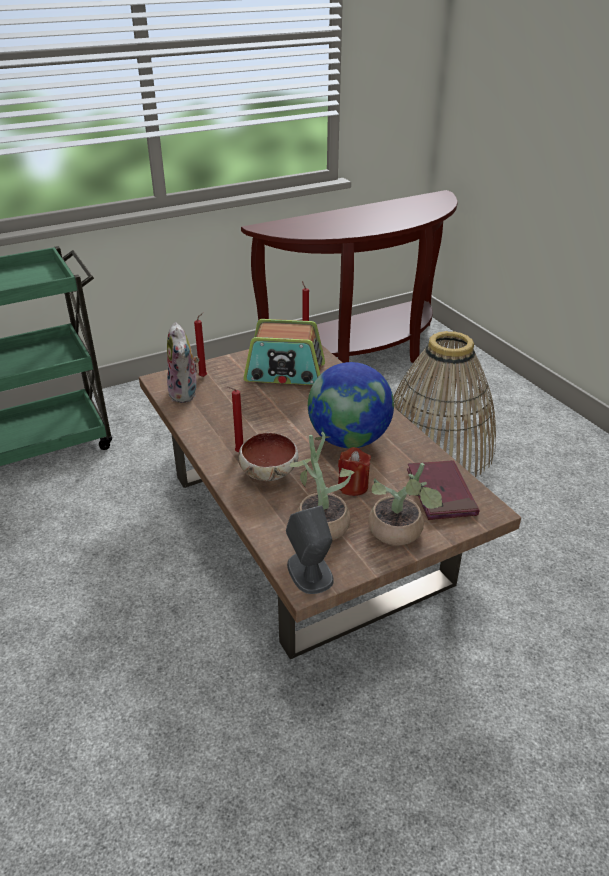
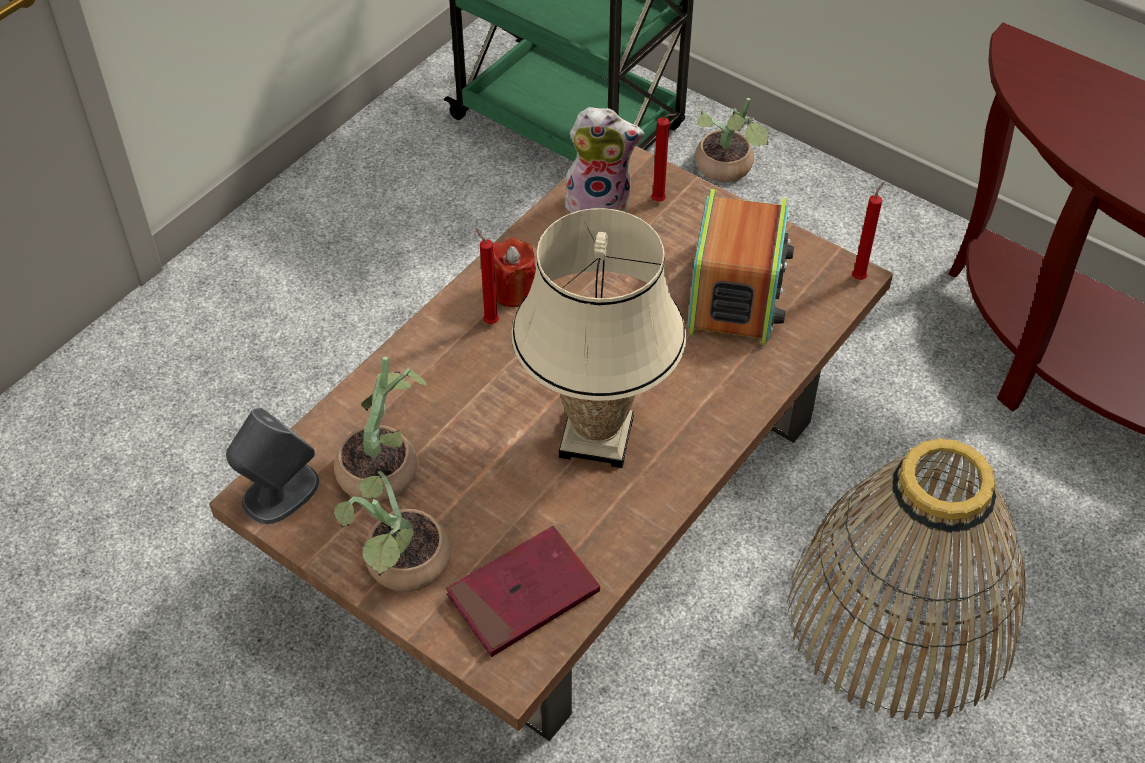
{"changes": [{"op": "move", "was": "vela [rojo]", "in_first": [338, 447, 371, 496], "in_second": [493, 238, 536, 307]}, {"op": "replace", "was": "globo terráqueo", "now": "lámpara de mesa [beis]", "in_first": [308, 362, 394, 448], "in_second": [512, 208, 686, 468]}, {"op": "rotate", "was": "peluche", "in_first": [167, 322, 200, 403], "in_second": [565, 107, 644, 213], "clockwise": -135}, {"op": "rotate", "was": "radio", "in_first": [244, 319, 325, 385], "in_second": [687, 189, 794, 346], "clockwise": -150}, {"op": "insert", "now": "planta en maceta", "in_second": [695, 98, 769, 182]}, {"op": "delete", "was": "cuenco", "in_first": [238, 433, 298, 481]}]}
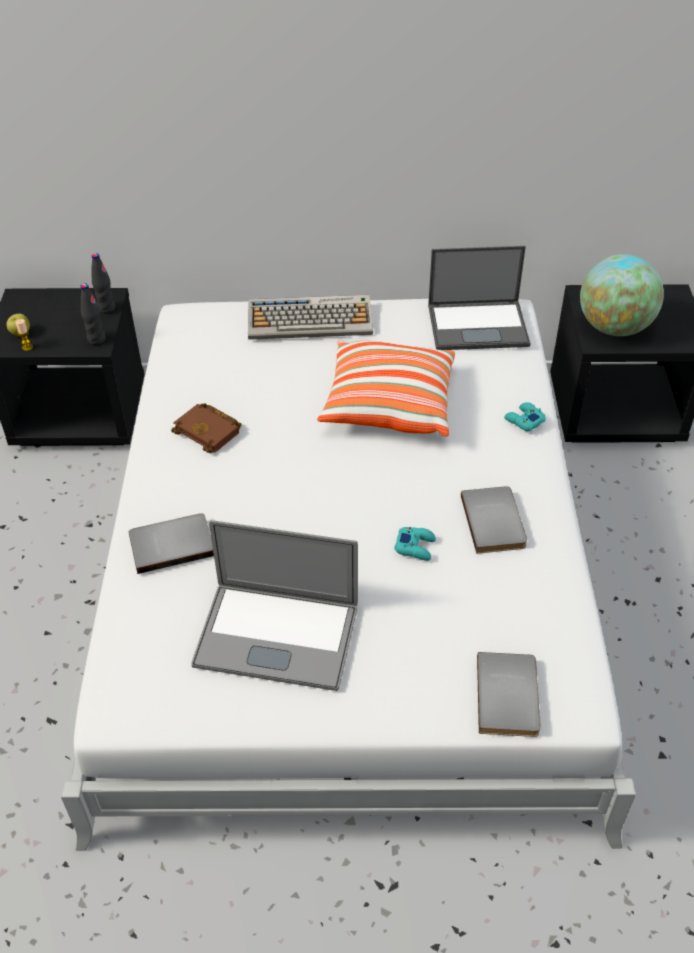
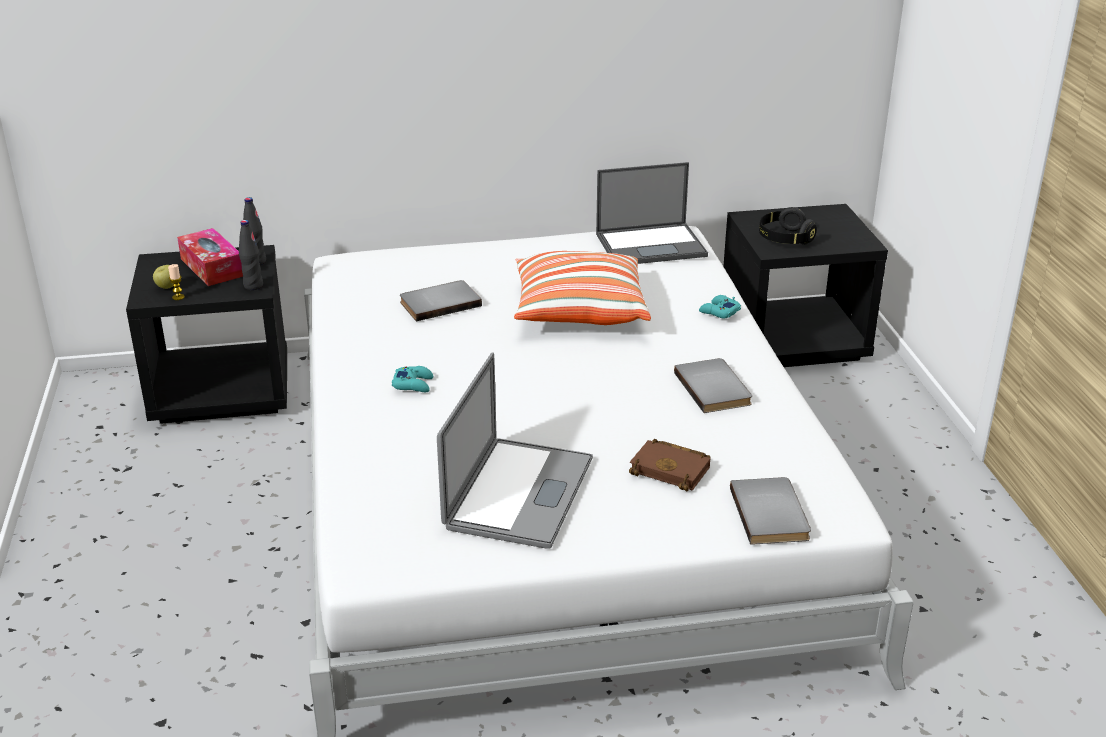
{"changes": [{"op": "insert", "now": "caja de pañuelos", "in_second": [177, 228, 243, 286]}, {"op": "move", "was": "mando de consola [turquesa]", "in_first": [394, 527, 436, 561], "in_second": [392, 366, 433, 392]}, {"op": "move", "was": "libro [gris]", "in_first": [129, 513, 214, 574], "in_second": [400, 280, 482, 321]}, {"op": "rotate", "was": "portátil", "in_first": [191, 520, 358, 691], "in_second": [437, 352, 593, 549], "clockwise": -75}, {"op": "move", "was": "libro [marrón]", "in_first": [171, 403, 241, 453], "in_second": [629, 439, 710, 491]}, {"op": "replace", "was": "globo terráqueo", "now": "auriculares [negro]", "in_first": [580, 254, 664, 336], "in_second": [759, 207, 817, 245]}, {"op": "delete", "was": "teclado", "in_first": [248, 295, 373, 340]}]}
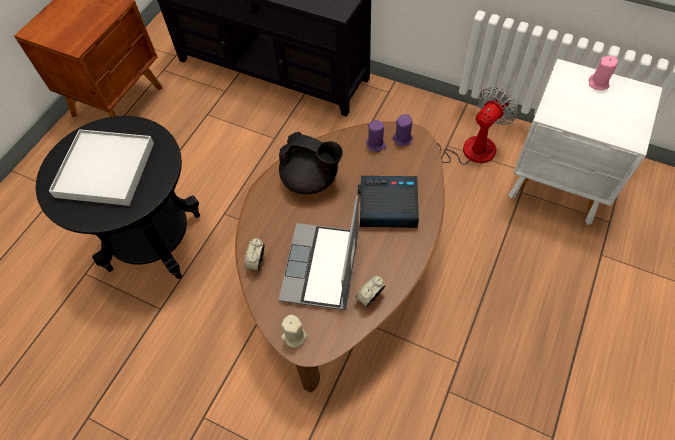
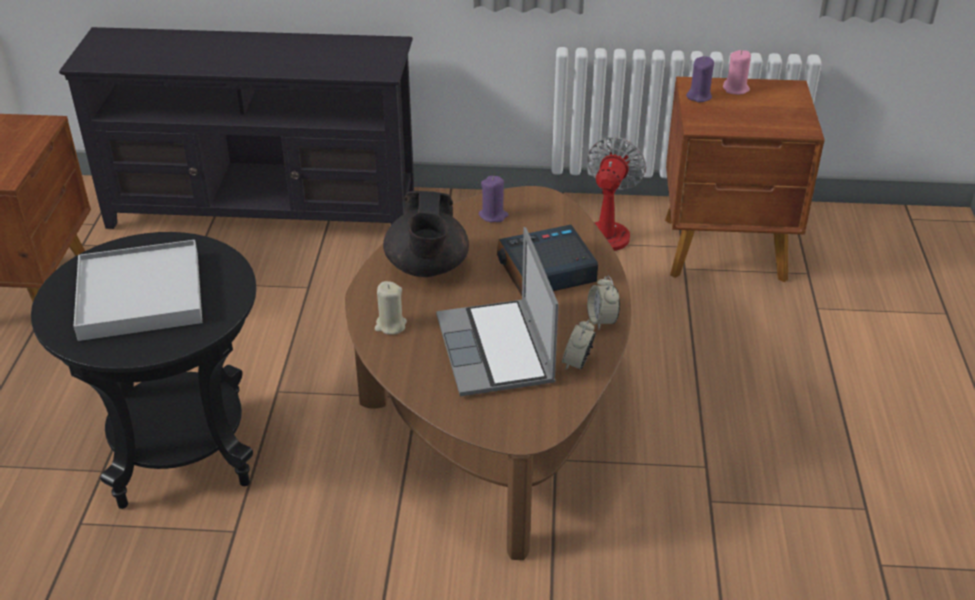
{"changes": [{"op": "move", "was": "vela [beis]", "in_first": [281, 315, 307, 348], "in_second": [375, 281, 407, 335]}, {"op": "rotate", "was": "tetera [negro]", "in_first": [279, 132, 343, 194], "in_second": [383, 191, 469, 277], "clockwise": 90}, {"op": "move", "was": "despertador", "in_first": [244, 238, 265, 271], "in_second": [587, 276, 620, 330]}, {"op": "recolor", "was": "mesita de noche [blanco]", "now": "mesita de noche [marrón]", "in_first": [509, 59, 662, 225], "in_second": [665, 77, 825, 282]}, {"op": "move", "was": "vela [morado]", "in_first": [393, 114, 413, 146], "in_second": [686, 56, 714, 102]}]}
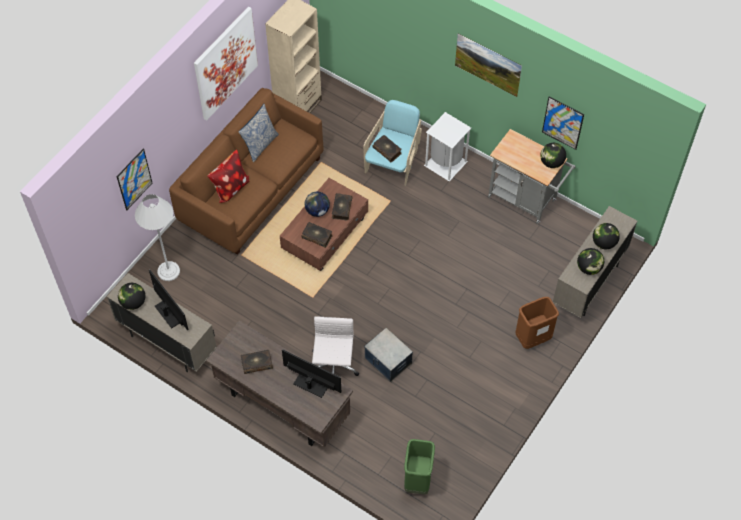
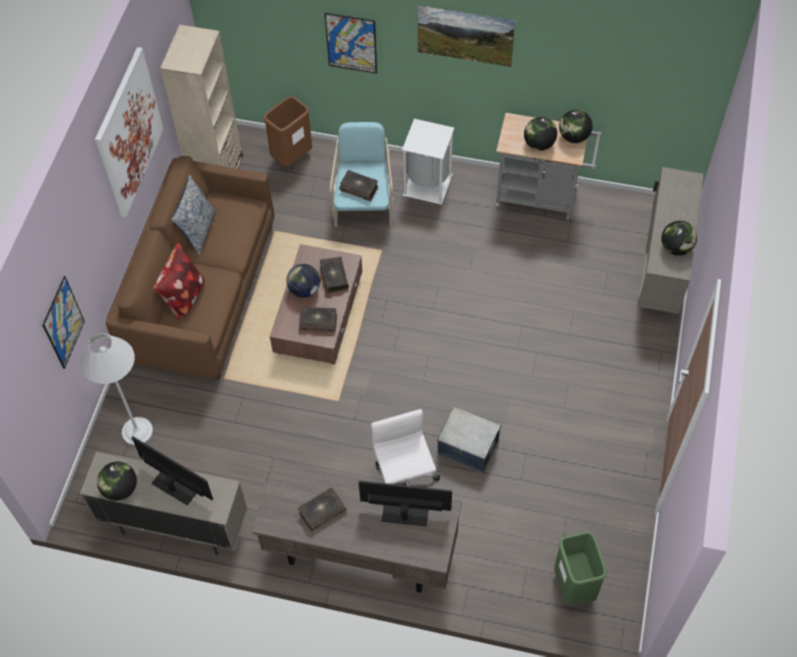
{"changes": [{"op": "move", "was": "papelera [marrón]", "in_first": [516, 297, 559, 349], "in_second": [263, 96, 312, 167]}, {"op": "move", "was": "cuadro", "in_first": [542, 97, 584, 150], "in_second": [325, 13, 377, 74]}, {"op": "move", "was": "globo terráqueo", "in_first": [593, 223, 620, 249], "in_second": [524, 117, 557, 151]}]}
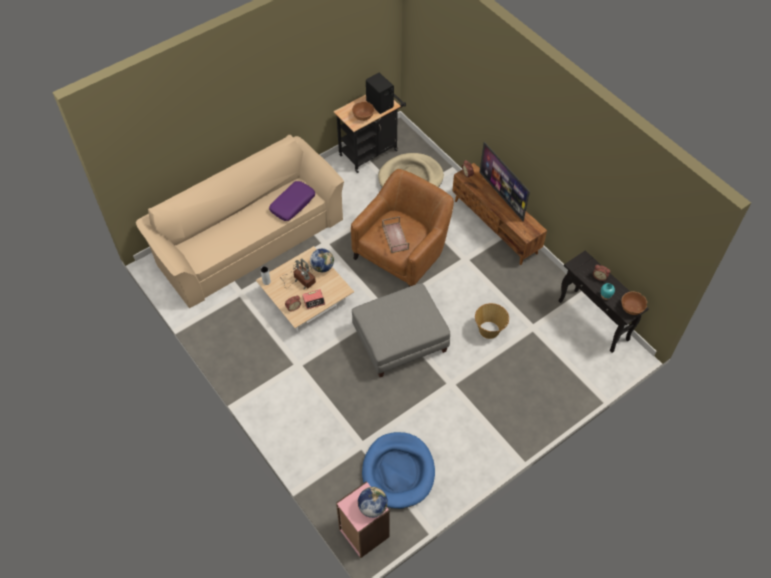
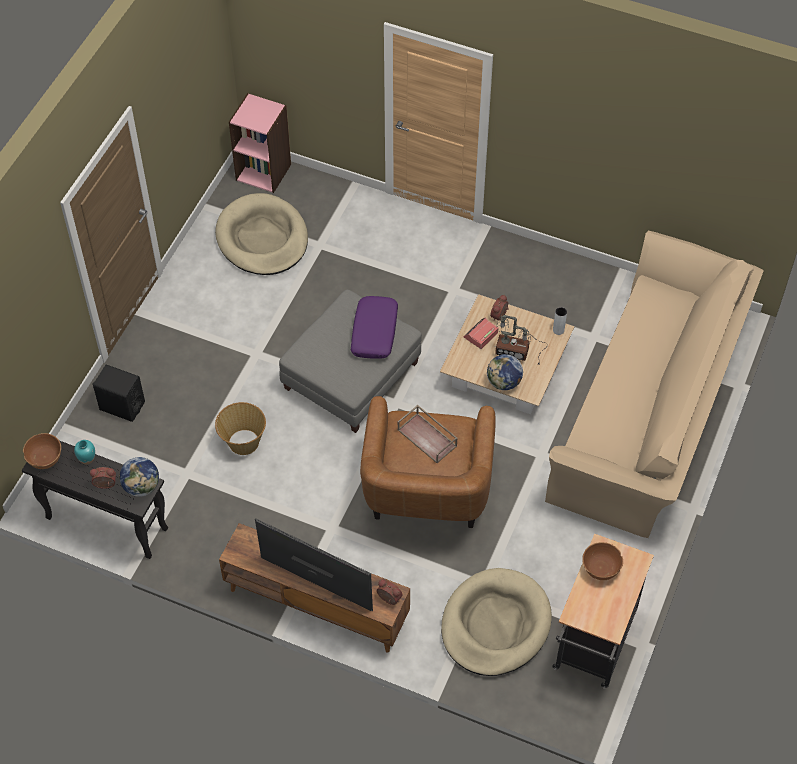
{"changes": [{"op": "move", "was": "altavoz [negro]", "in_first": [366, 73, 394, 114], "in_second": [92, 364, 145, 422]}, {"op": "move", "was": "globo terráqueo", "in_first": [358, 487, 388, 518], "in_second": [119, 457, 159, 497]}, {"op": "recolor", "was": "cama para perro [azul]", "now": "cama para perro [beis]", "in_first": [362, 432, 435, 509], "in_second": [215, 193, 308, 275]}, {"op": "move", "was": "cojín [morado]", "in_first": [269, 181, 315, 221], "in_second": [351, 296, 398, 359]}]}
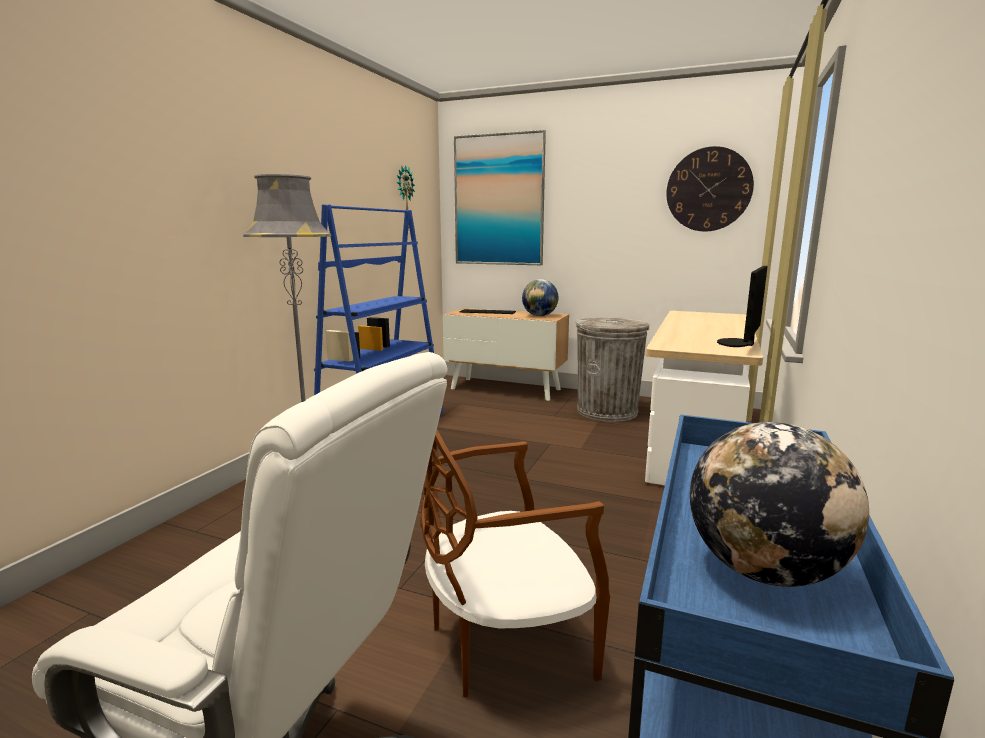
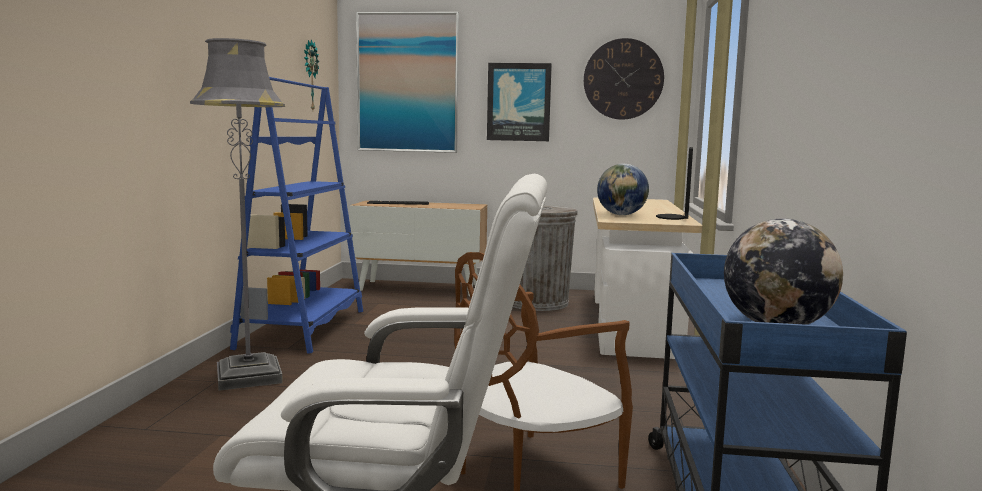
{"changes": [{"op": "insert", "now": "cuadro", "in_second": [487, 63, 552, 141]}, {"op": "move", "was": "globo terráqueo", "in_first": [522, 279, 558, 316], "in_second": [597, 164, 649, 215]}]}
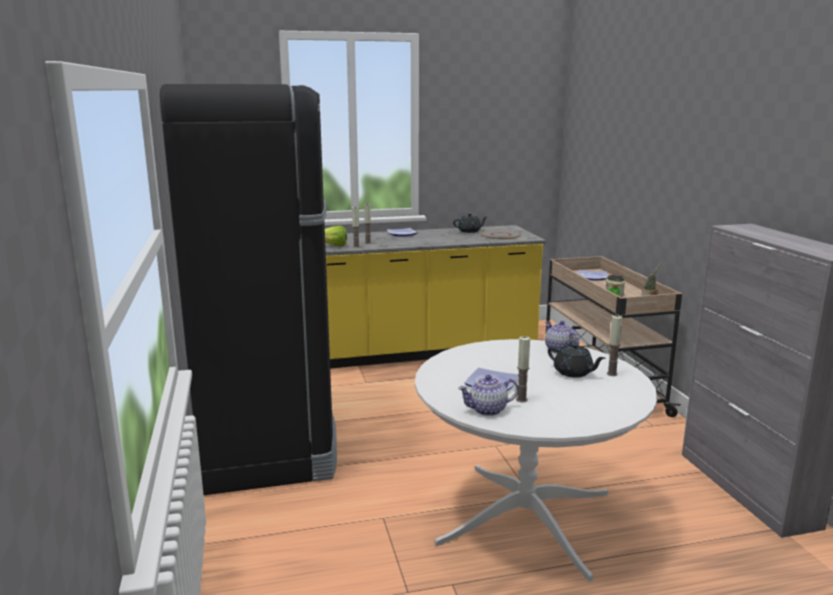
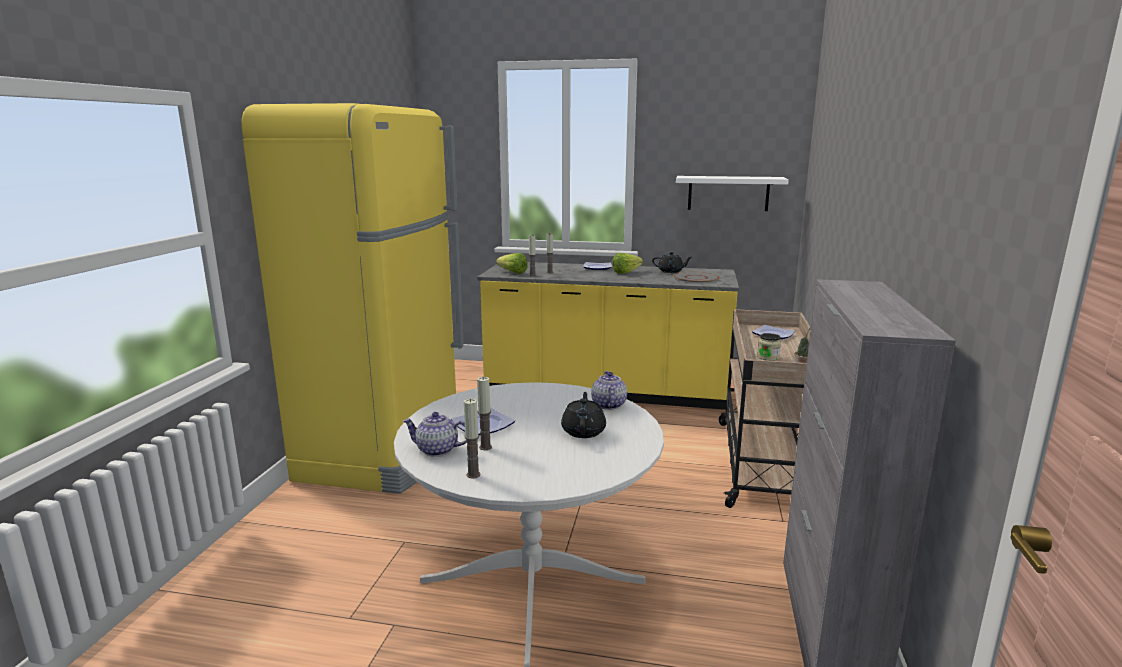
{"changes": [{"op": "recolor", "was": "nevera [negro]", "now": "nevera [amarillo]", "in_first": [160, 84, 337, 495], "in_second": [242, 103, 464, 494]}, {"op": "move", "was": "vela", "in_first": [607, 315, 622, 376], "in_second": [464, 399, 481, 478]}, {"op": "rotate", "was": "tetera [negro]", "in_first": [548, 343, 606, 377], "in_second": [561, 392, 606, 438], "clockwise": -150}, {"op": "insert", "now": "lechuga", "in_second": [612, 253, 643, 274]}, {"op": "insert", "now": "estante [blanco]", "in_second": [676, 176, 789, 211]}]}
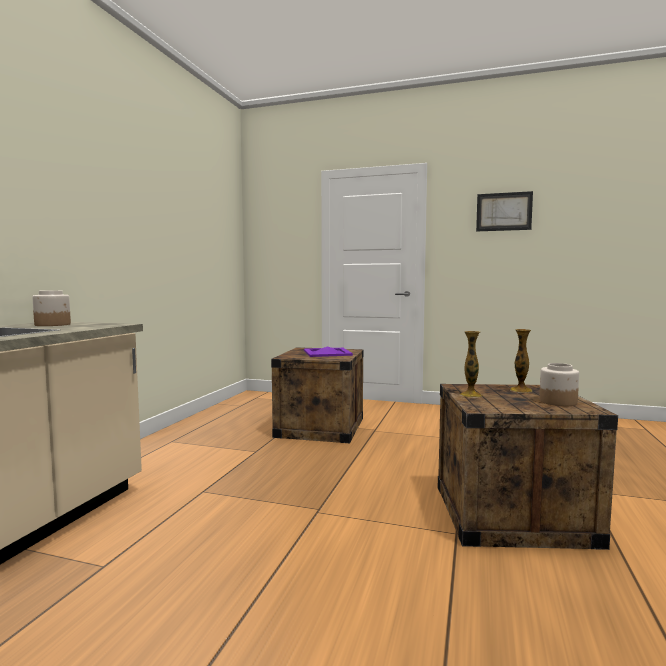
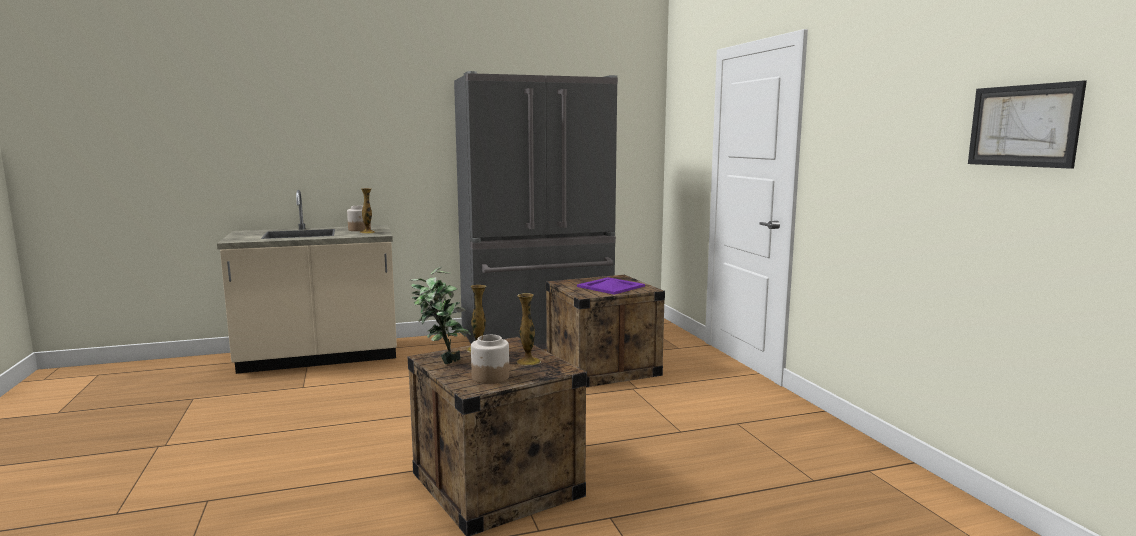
{"changes": [{"op": "insert", "now": "florero", "in_second": [359, 188, 375, 234]}, {"op": "insert", "now": "planta en maceta", "in_second": [409, 267, 471, 364]}, {"op": "insert", "now": "nevera [gris]", "in_second": [454, 71, 618, 349]}, {"op": "move", "was": "cuadro", "in_first": [476, 191, 533, 231], "in_second": [968, 81, 1087, 169]}]}
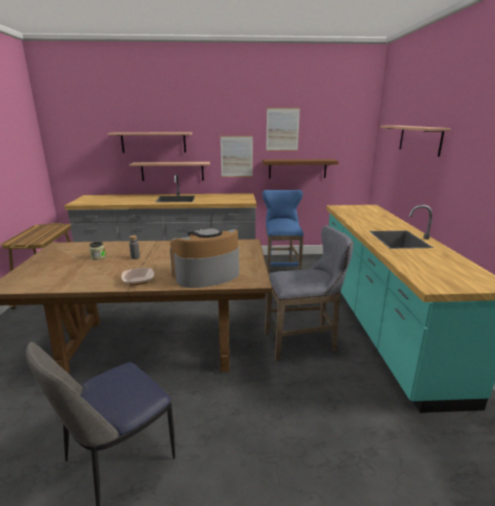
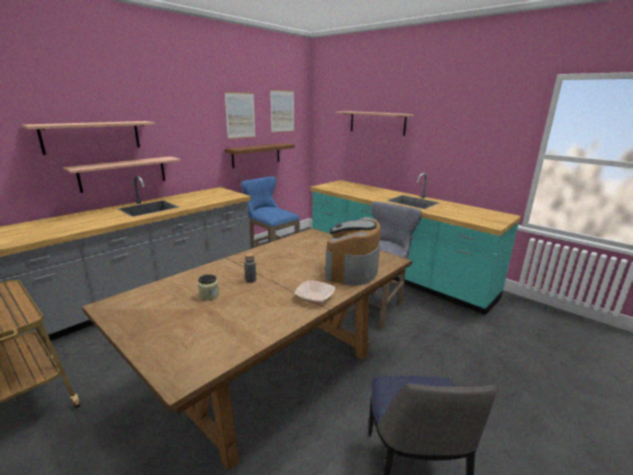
{"changes": [{"op": "move", "was": "cuadro", "in_first": [220, 136, 253, 177], "in_second": [270, 90, 294, 133]}]}
